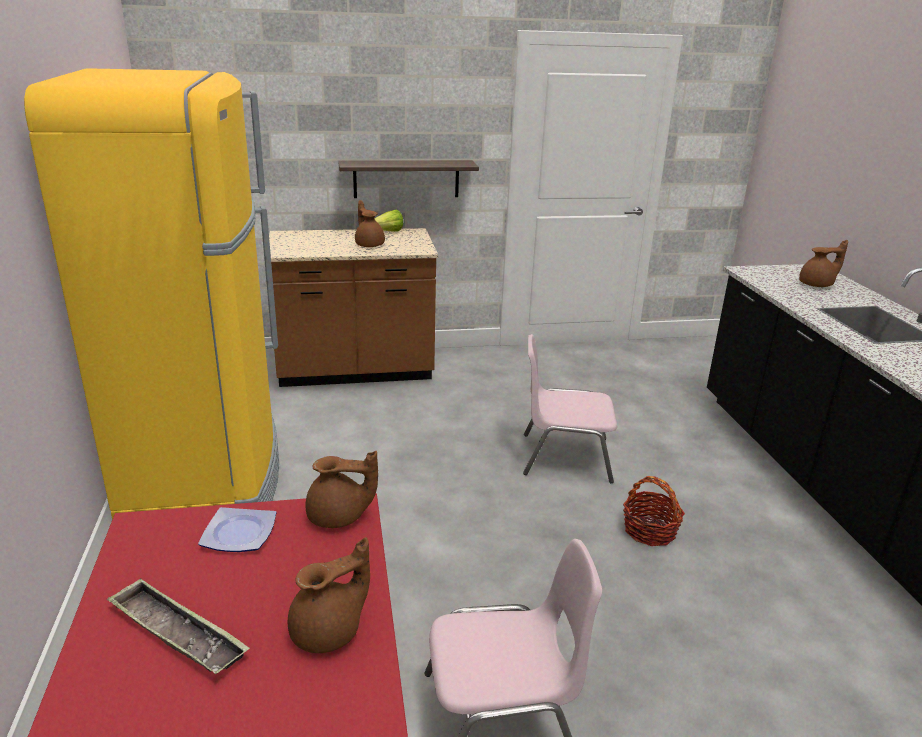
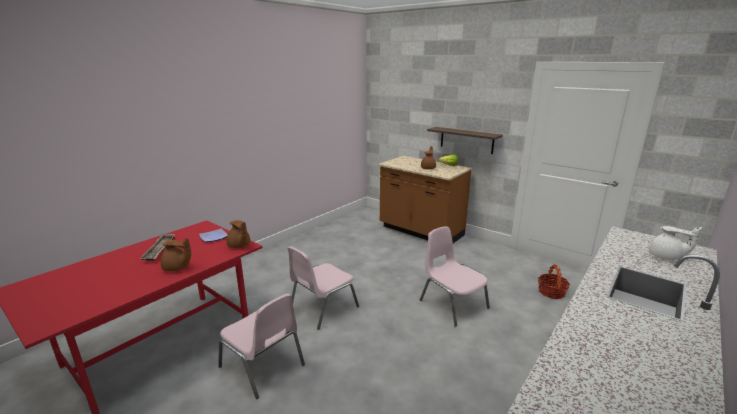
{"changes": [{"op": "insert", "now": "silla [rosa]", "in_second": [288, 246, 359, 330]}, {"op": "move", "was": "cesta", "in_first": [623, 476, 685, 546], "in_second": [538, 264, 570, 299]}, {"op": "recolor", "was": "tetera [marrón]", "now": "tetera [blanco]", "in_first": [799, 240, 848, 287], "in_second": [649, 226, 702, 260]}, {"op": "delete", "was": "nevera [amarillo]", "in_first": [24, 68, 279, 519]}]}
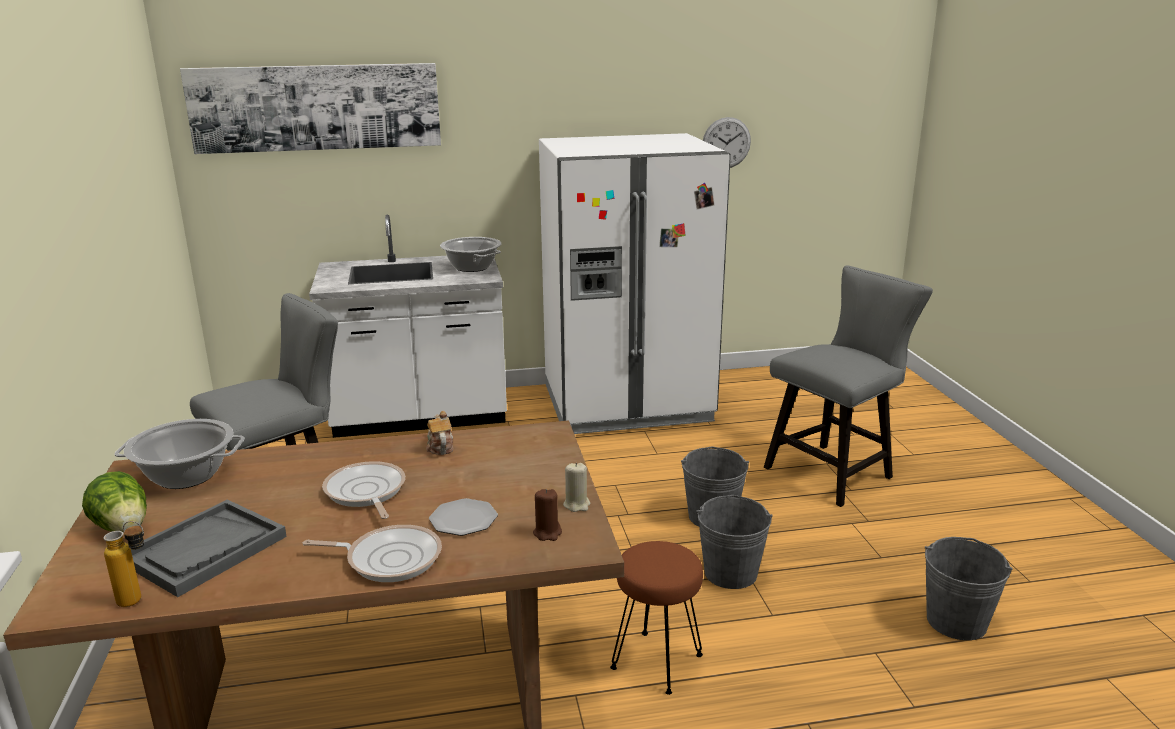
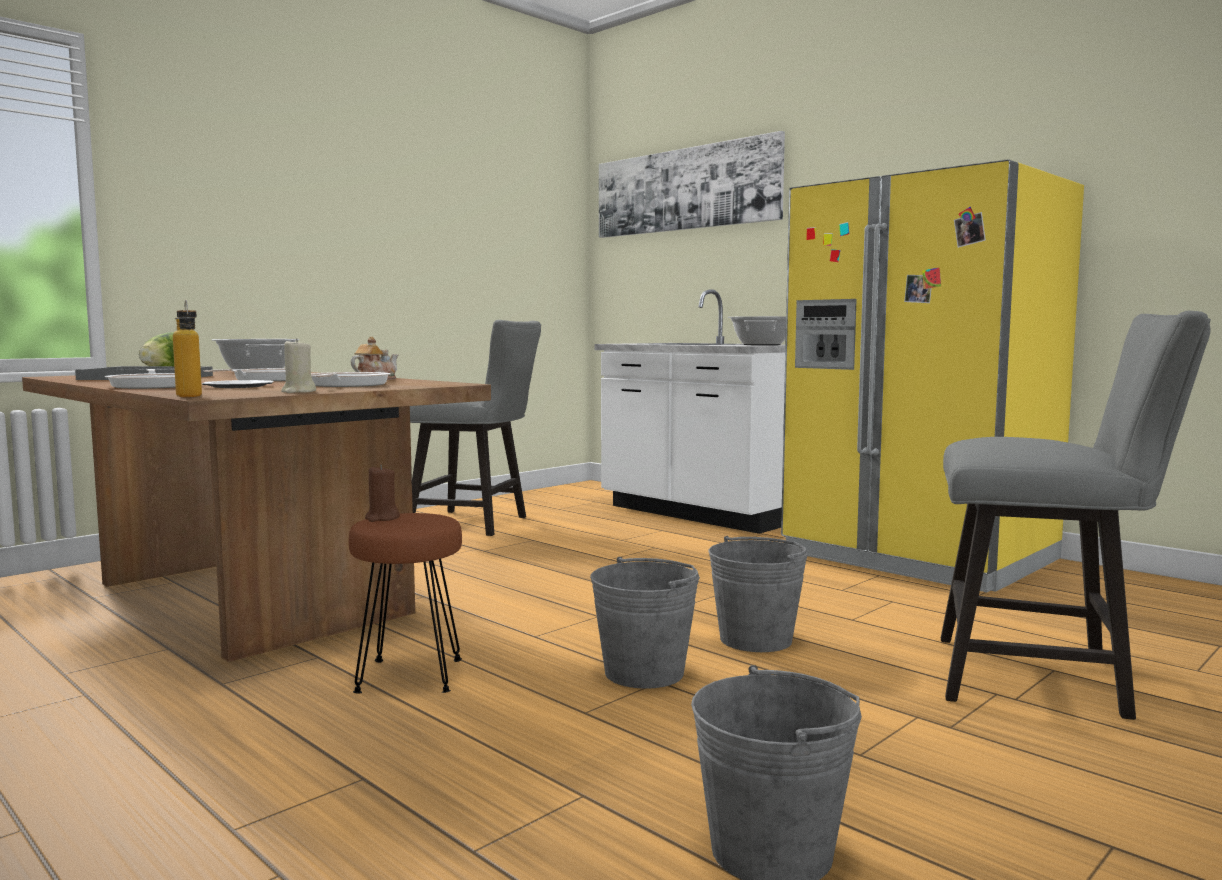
{"changes": [{"op": "move", "was": "botella", "in_first": [103, 521, 144, 607], "in_second": [173, 300, 202, 397]}, {"op": "insert", "now": "sartén", "in_second": [311, 372, 391, 387]}, {"op": "move", "was": "vela [marrón]", "in_first": [533, 489, 562, 541], "in_second": [365, 464, 400, 522]}, {"op": "recolor", "was": "nevera [blanco]", "now": "nevera [amarillo]", "in_first": [539, 133, 731, 434], "in_second": [781, 159, 1084, 592]}, {"op": "delete", "was": "reloj de pared", "in_first": [703, 117, 751, 168]}]}
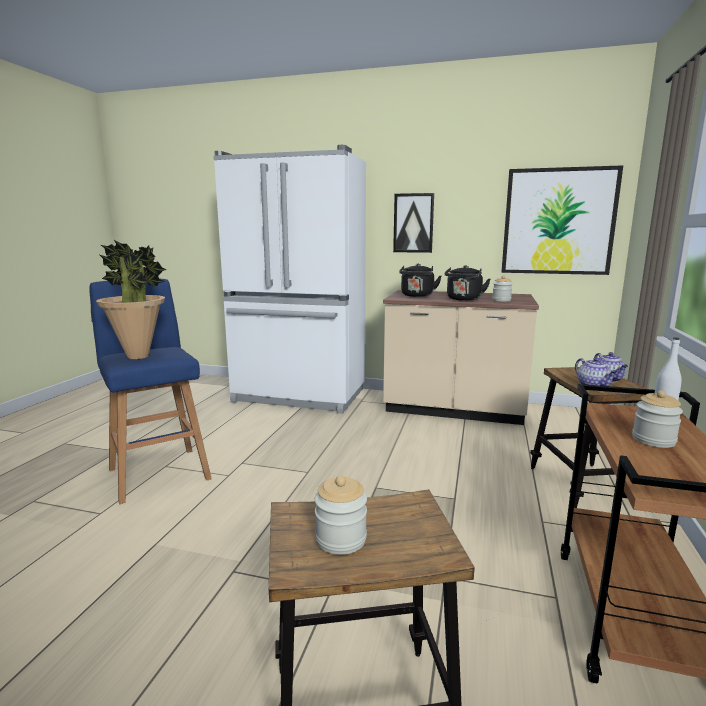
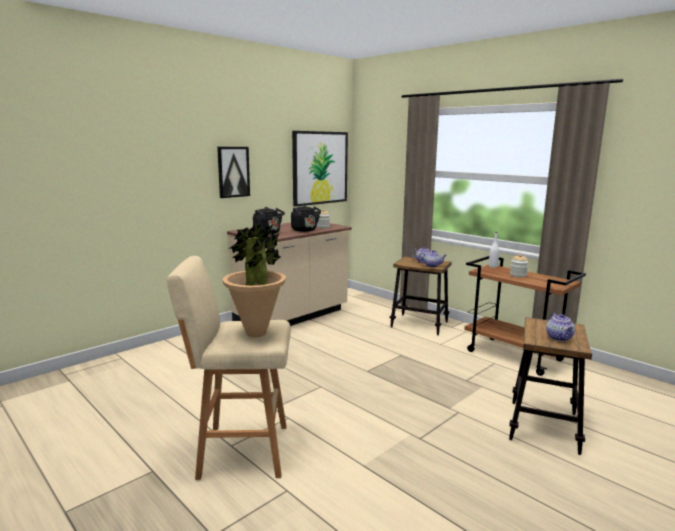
{"changes": [{"op": "recolor", "was": "taburete [azul]", "now": "taburete [beis]", "in_first": [89, 279, 212, 504], "in_second": [167, 256, 291, 480]}, {"op": "replace", "was": "tarro", "now": "tetera", "in_first": [315, 476, 367, 555], "in_second": [546, 313, 575, 341]}, {"op": "delete", "was": "nevera [blanco]", "in_first": [214, 145, 366, 414]}]}
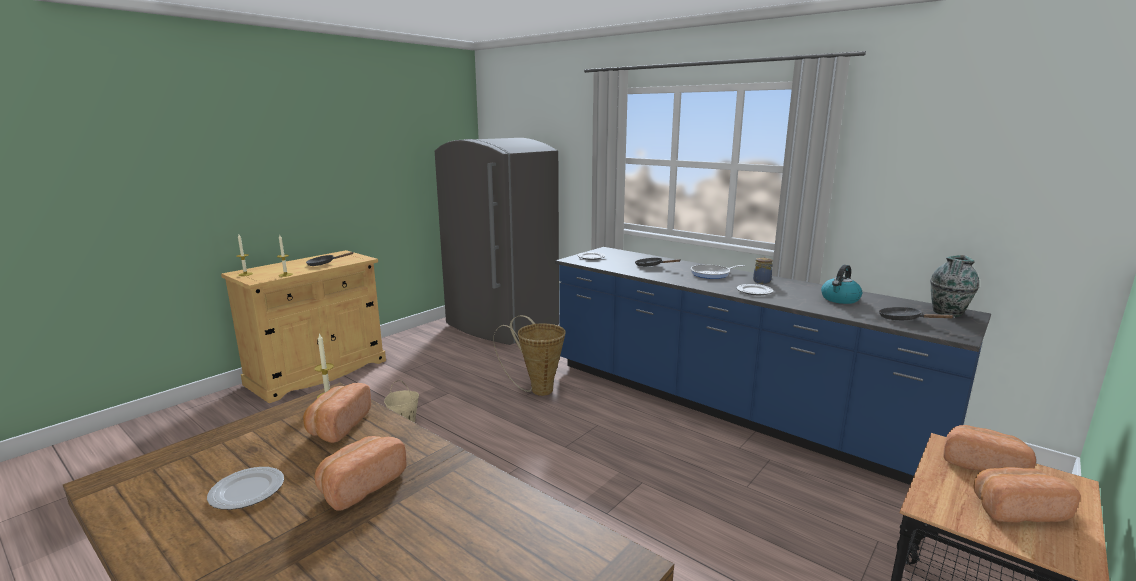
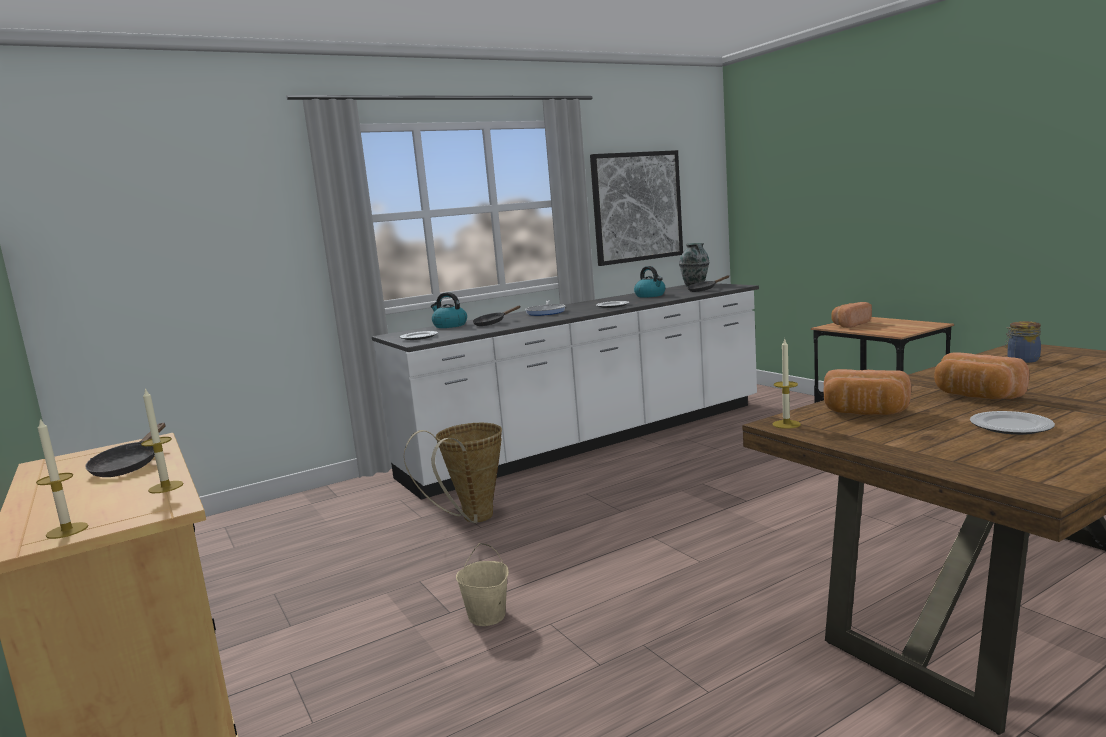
{"changes": [{"op": "recolor", "was": "mueble bajo de cocina [azul]", "now": "mueble bajo de cocina [blanco]", "in_first": [555, 247, 991, 485], "in_second": [372, 283, 759, 500]}, {"op": "insert", "now": "hervidor", "in_second": [431, 292, 467, 328]}, {"op": "insert", "now": "cuadro", "in_second": [590, 150, 683, 266]}, {"op": "move", "was": "tarro", "in_first": [753, 258, 773, 284], "in_second": [1005, 321, 1041, 363]}, {"op": "delete", "was": "nevera [gris]", "in_first": [435, 138, 559, 345]}, {"op": "delete", "was": "pan", "in_first": [973, 467, 1081, 522]}]}
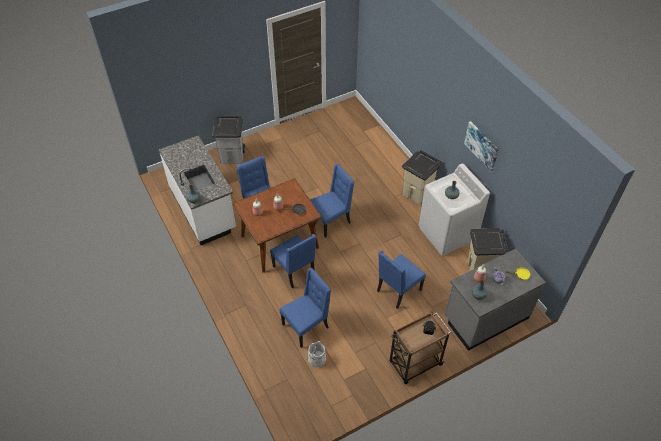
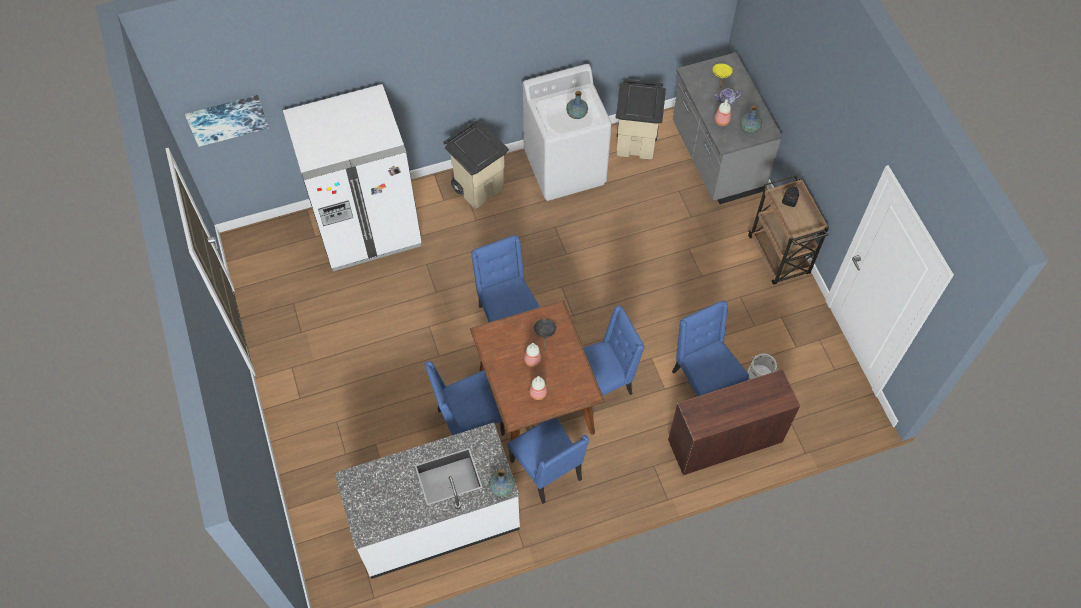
{"changes": [{"op": "move", "was": "cuadro", "in_first": [464, 121, 499, 172], "in_second": [185, 95, 269, 147]}, {"op": "insert", "now": "nevera [blanco]", "in_second": [283, 84, 422, 271]}, {"op": "move", "was": "silla [azul]", "in_first": [377, 250, 426, 309], "in_second": [507, 417, 589, 504]}, {"op": "insert", "now": "escritorio [marrón]", "in_second": [668, 369, 800, 475]}, {"op": "delete", "was": "papelera [gris]", "in_first": [212, 116, 245, 164]}]}
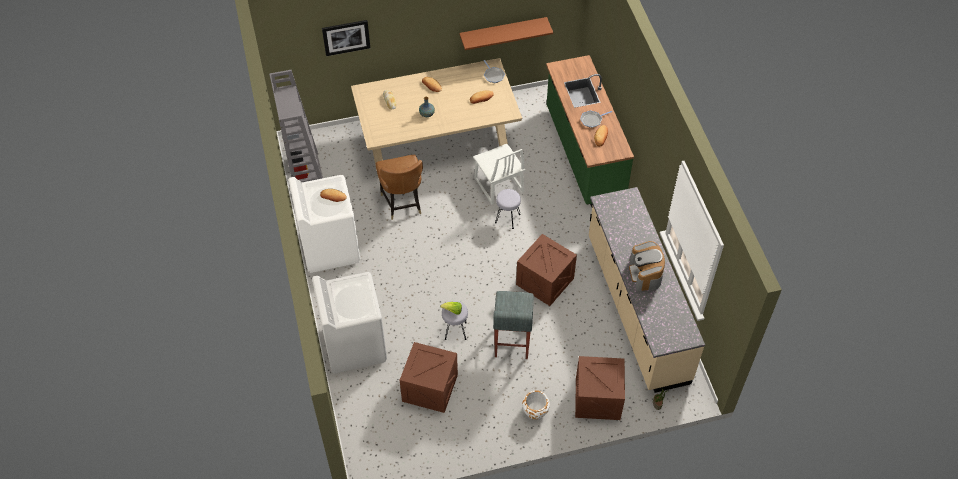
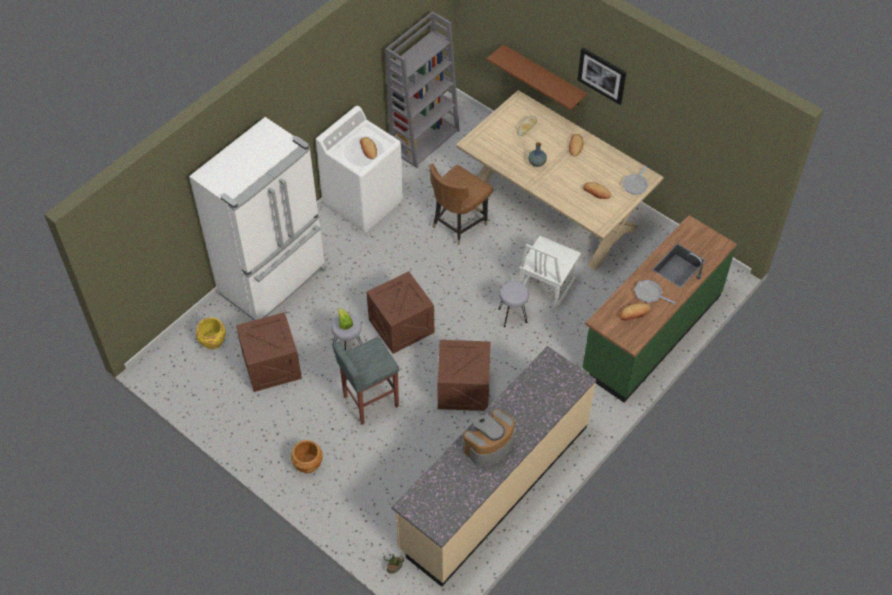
{"changes": [{"op": "replace", "was": "lavadora [blanco]", "now": "nevera [blanco]", "in_first": [312, 272, 387, 374], "in_second": [189, 117, 326, 320]}, {"op": "insert", "now": "maceta [amarillo]", "in_second": [196, 317, 226, 349]}, {"op": "recolor", "was": "maceta [blanco]", "now": "maceta [marrón]", "in_first": [522, 390, 550, 419], "in_second": [291, 440, 323, 473]}, {"op": "move", "was": "caja de embalaje", "in_first": [575, 356, 625, 420], "in_second": [366, 271, 434, 354]}, {"op": "move", "was": "estante [marrón]", "in_first": [459, 17, 553, 50], "in_second": [487, 44, 587, 110]}, {"op": "move", "was": "cuadro", "in_first": [322, 20, 370, 56], "in_second": [578, 47, 626, 105]}]}
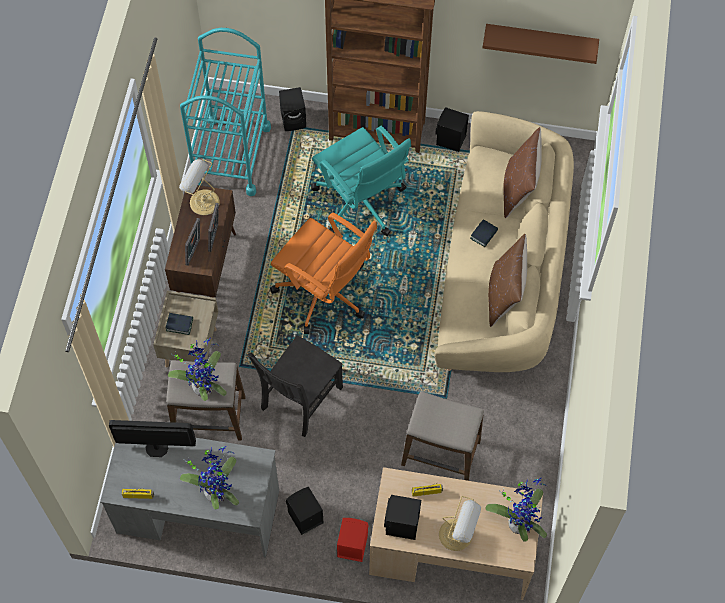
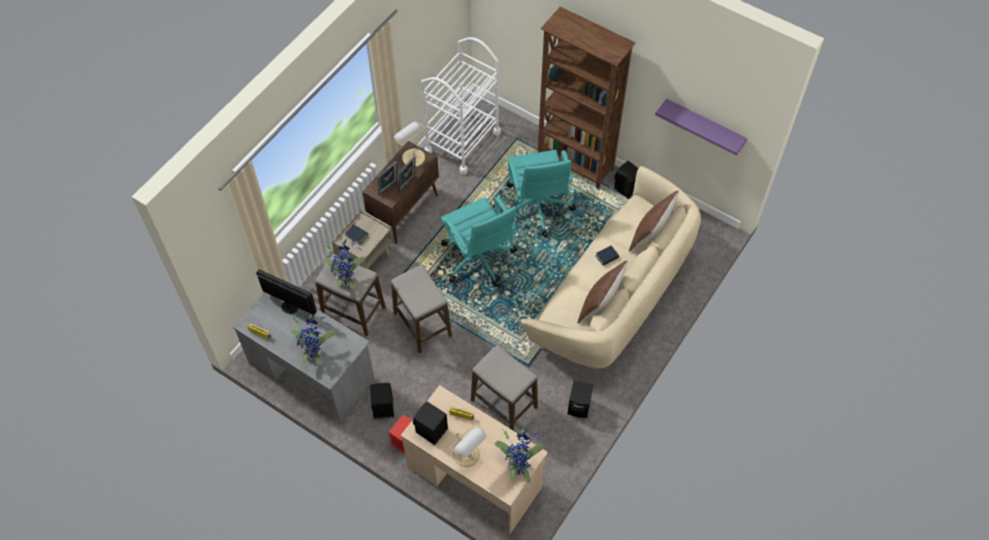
{"changes": [{"op": "replace", "was": "silla [negro]", "now": "taburete", "in_first": [247, 335, 343, 437], "in_second": [391, 265, 452, 354]}, {"op": "recolor", "was": "carrito [turquesa]", "now": "carrito [blanco]", "in_first": [180, 28, 271, 196], "in_second": [421, 37, 501, 175]}, {"op": "recolor", "was": "silla de oficina [naranja]", "now": "silla de oficina [turquesa]", "in_first": [270, 212, 377, 334], "in_second": [441, 197, 518, 287]}, {"op": "move", "was": "altavoz [negro]", "in_first": [279, 87, 306, 131], "in_second": [568, 381, 593, 418]}, {"op": "recolor", "was": "estante [marrón]", "now": "estante [morado]", "in_first": [482, 24, 599, 64], "in_second": [655, 99, 748, 155]}]}
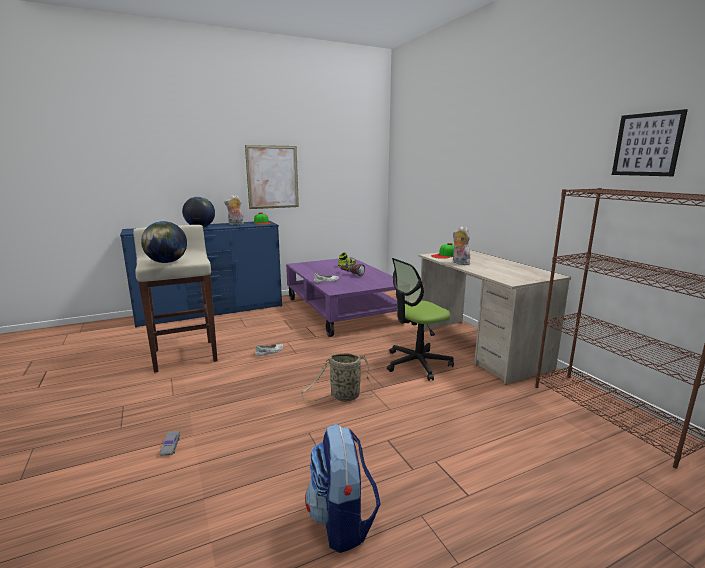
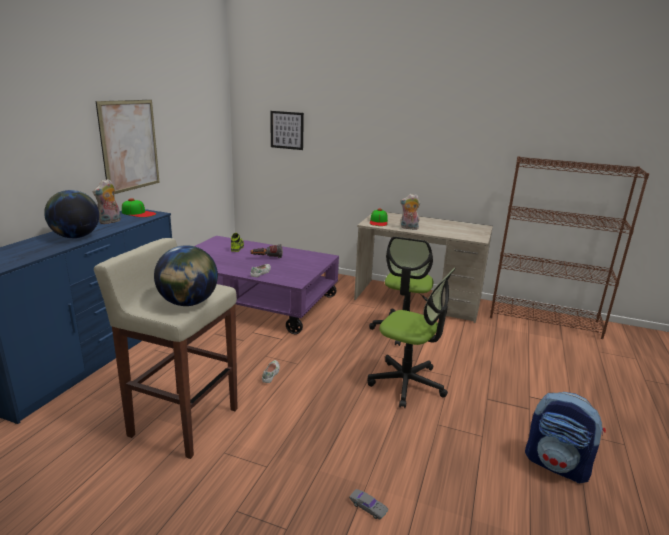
{"changes": [{"op": "move", "was": "cuadro", "in_first": [612, 109, 688, 176], "in_second": [270, 111, 304, 150]}, {"op": "replace", "was": "cesta", "now": "silla de oficina", "in_first": [301, 353, 375, 402], "in_second": [367, 268, 456, 408]}]}
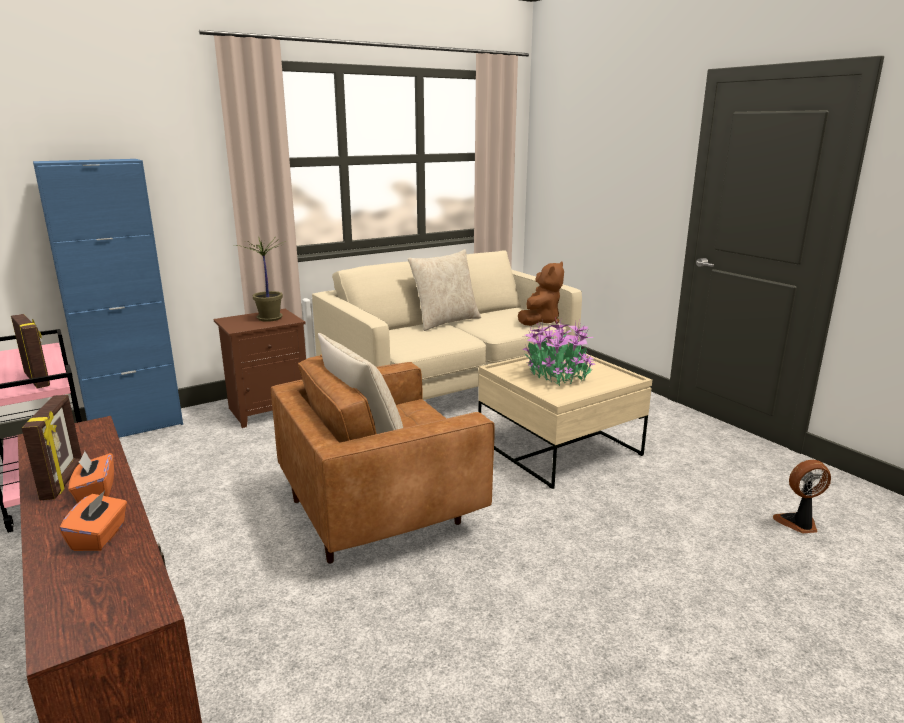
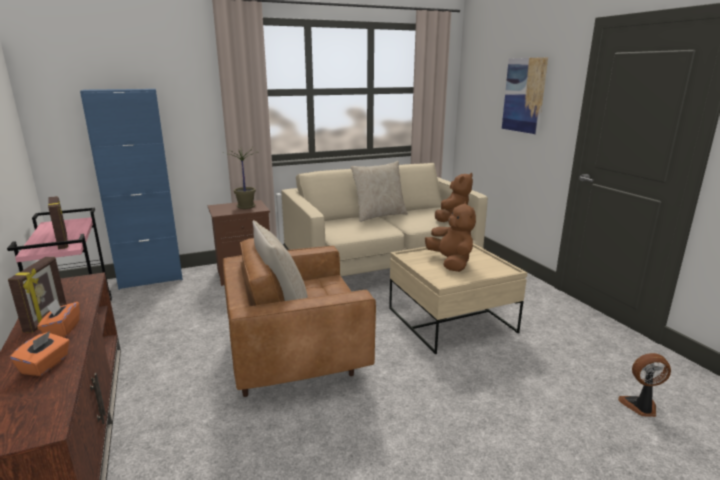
{"changes": [{"op": "replace", "was": "planta en maceta", "now": "peluche [marrón]", "in_first": [522, 321, 596, 386], "in_second": [425, 201, 476, 272]}, {"op": "insert", "now": "cuadro", "in_second": [502, 57, 548, 134]}]}
